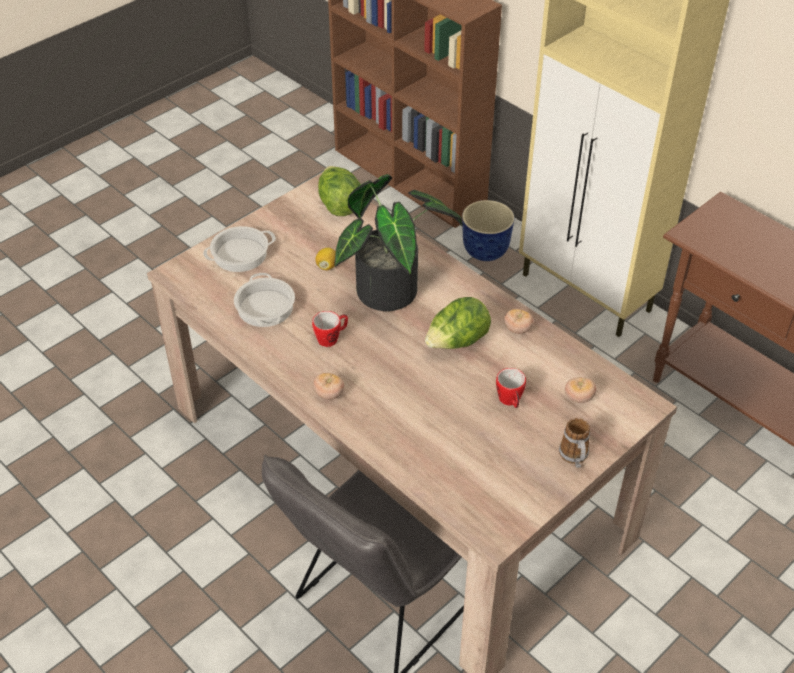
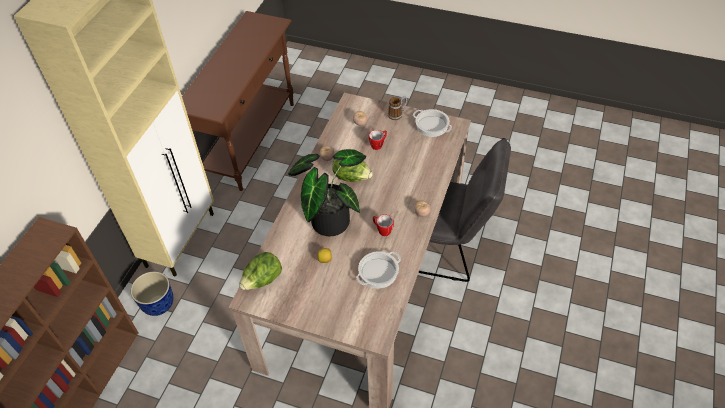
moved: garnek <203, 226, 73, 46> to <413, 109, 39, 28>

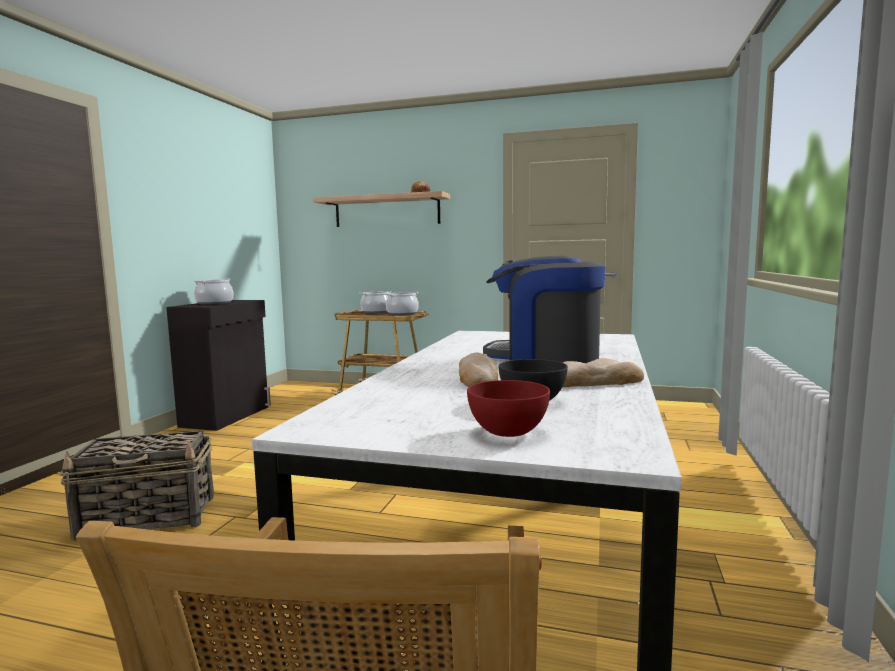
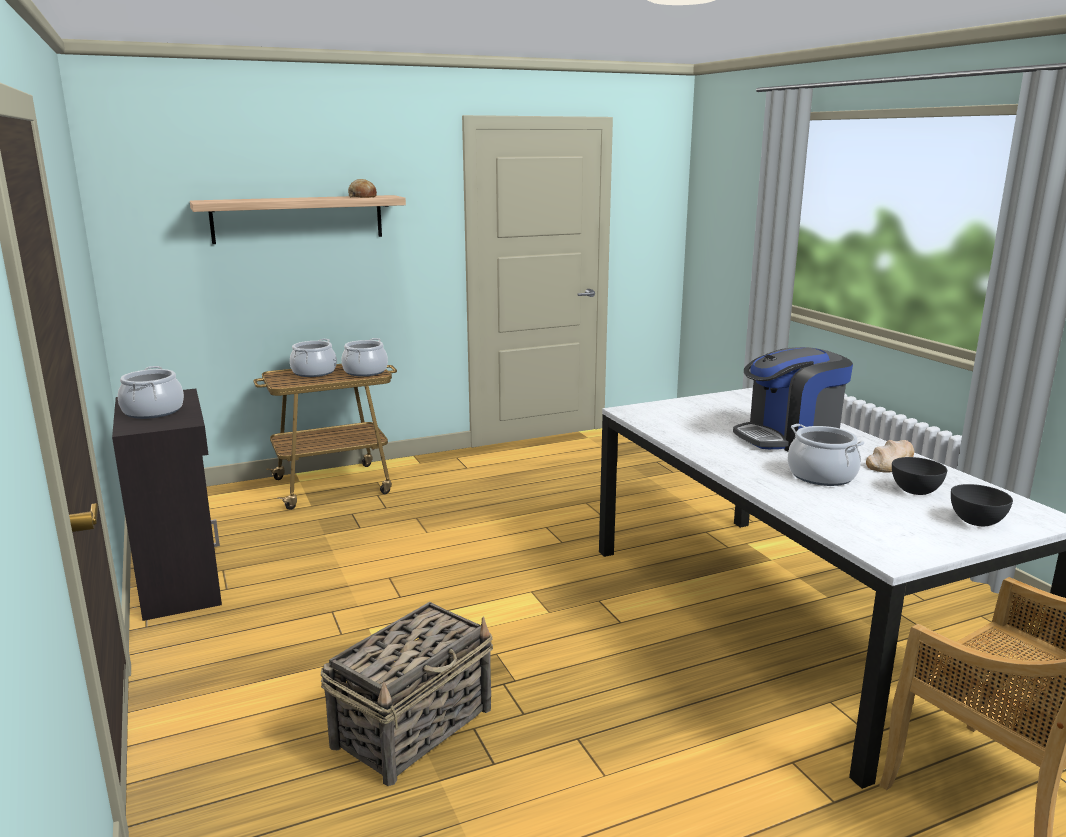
replaced: chleb <459, 352, 39, 35> to garnek <787, 424, 78, 62>
recoloured: miska [czerwony] <467, 380, 83, 57> to miska [szary] <951, 484, 62, 42>

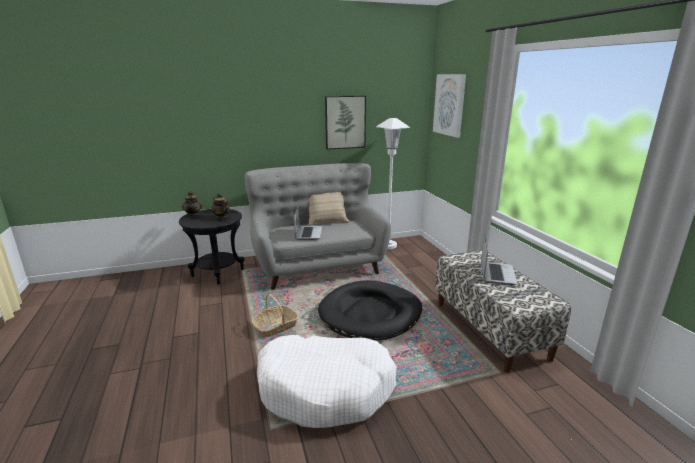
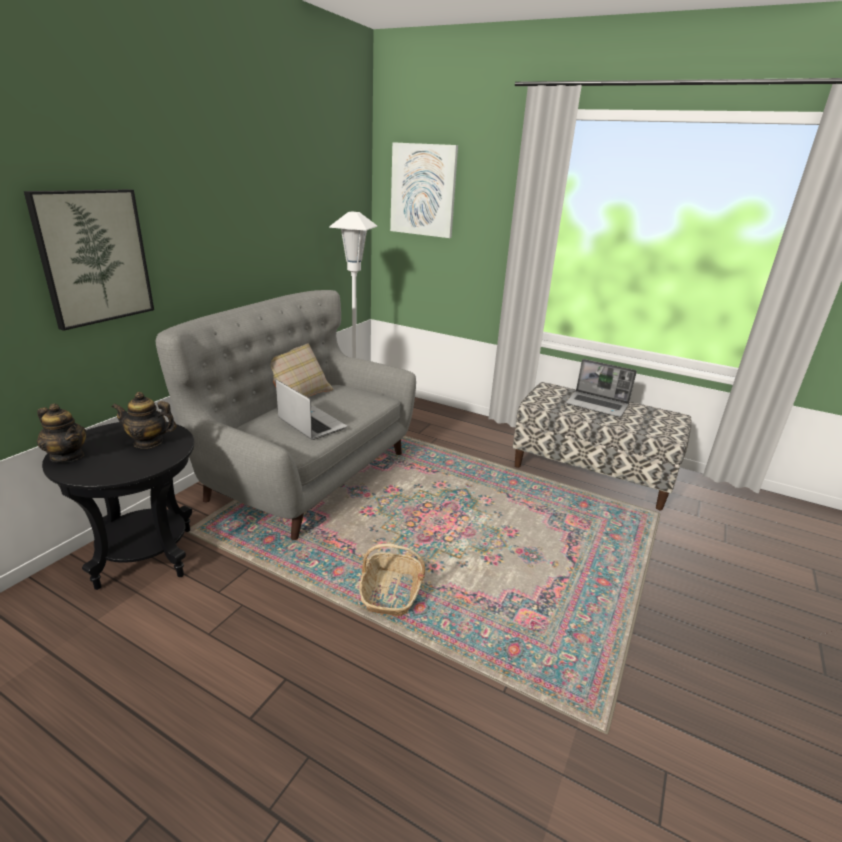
removed: legowisko [czarny] <318, 280, 104, 61>; legowisko [biały] <257, 335, 140, 93>
moved: obraz <325, 96, 41, 54> to <24, 189, 130, 142>
turned: laptop <481, 236, 37, 49> = <566, 359, 71, 58> 150 degrees clockwise

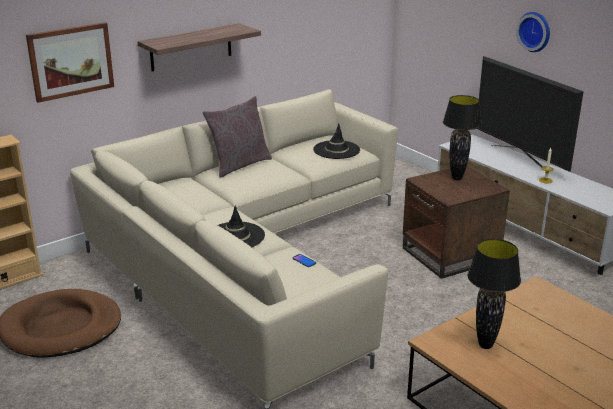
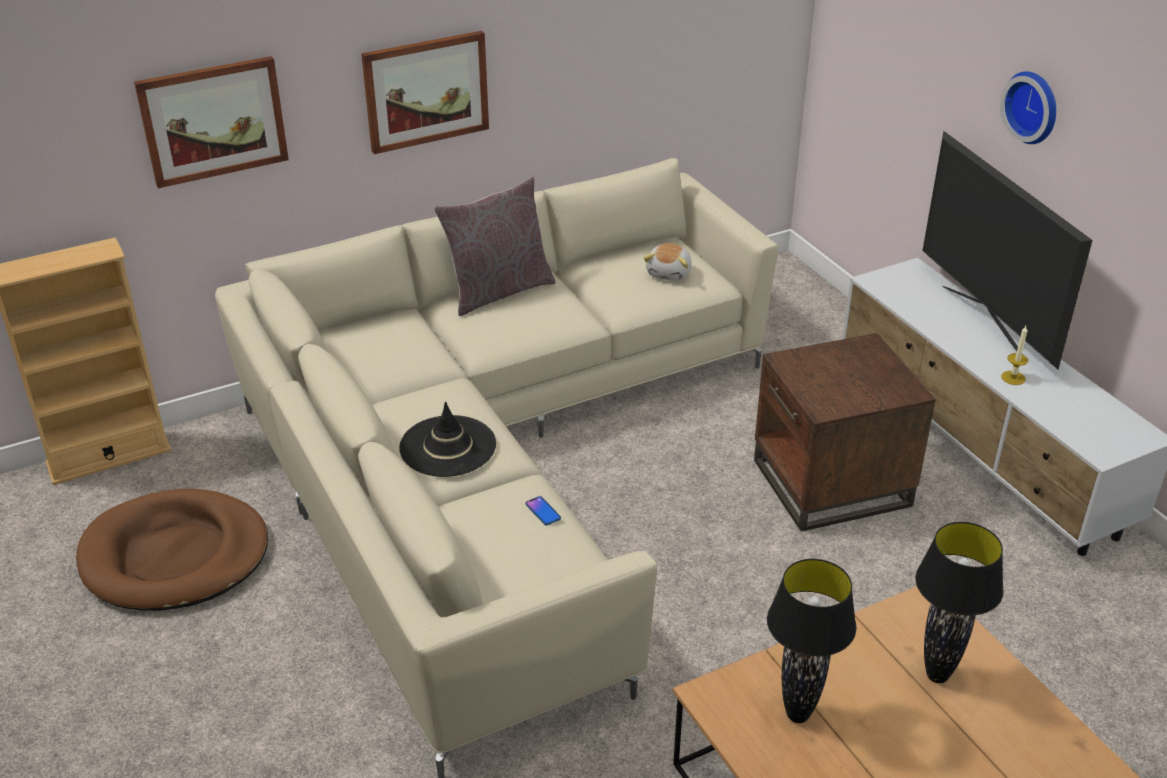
moved: lampa stołowa [czarny] <443, 95, 39, 85> to <915, 522, 89, 161>
replaced: półka <137, 23, 124, 48> to obraz <361, 31, 128, 123>; kapelusz [czarny] <313, 124, 47, 35> to pluszak <644, 243, 48, 38>

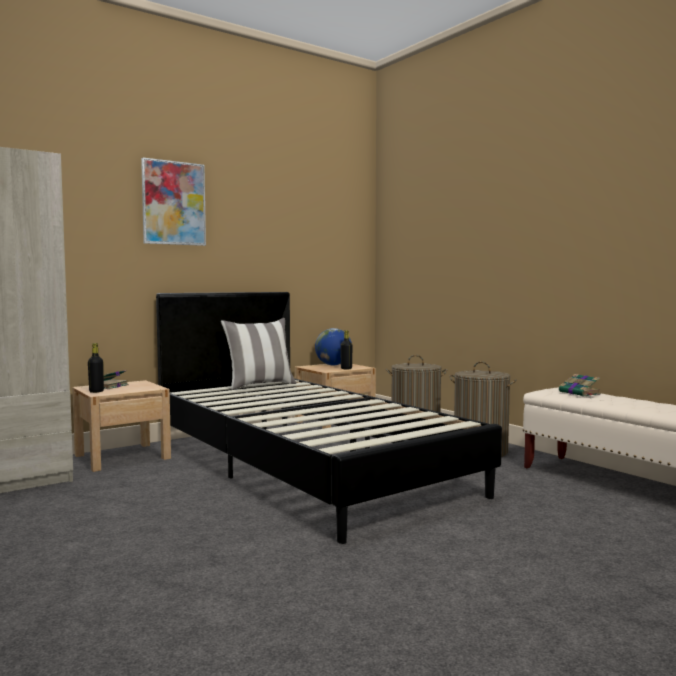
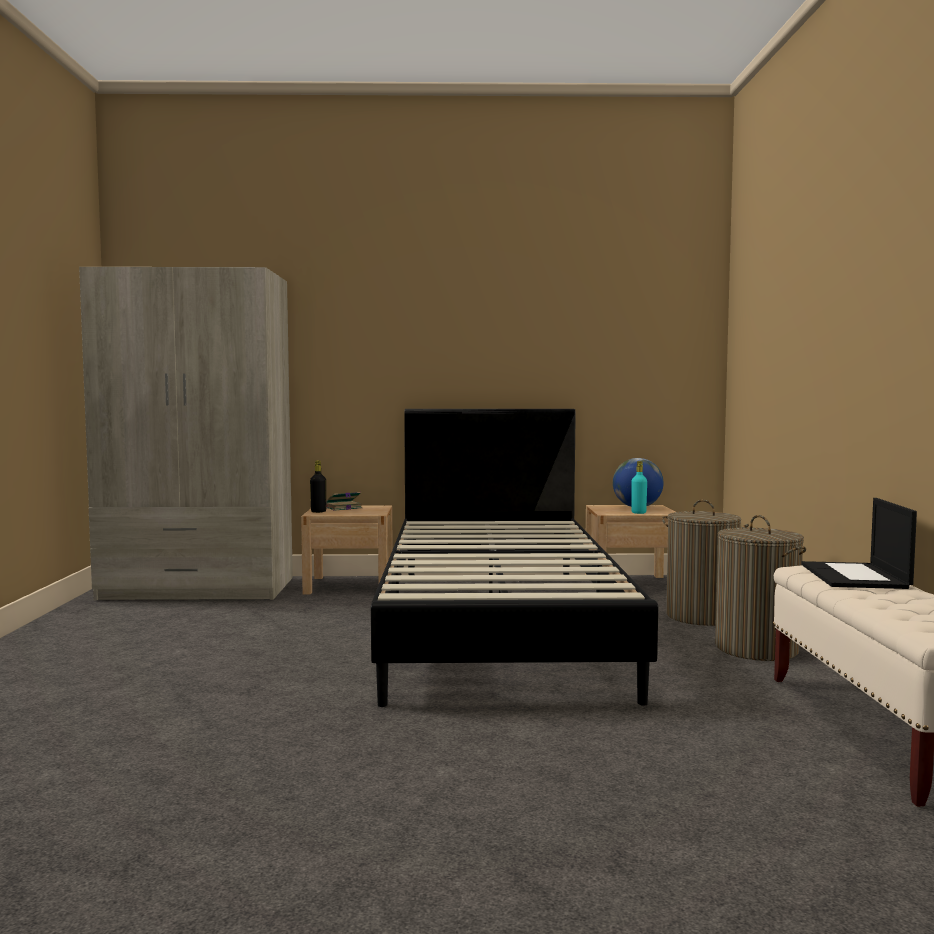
removed: obraz <141, 157, 65, 89>; poduszka <221, 318, 75, 72>
replaced: książka <559, 374, 42, 22> to laptop <801, 498, 116, 91>
recoloured: butelka [czarny] <340, 330, 12, 39> to butelka [turkusowy] <631, 461, 16, 53>

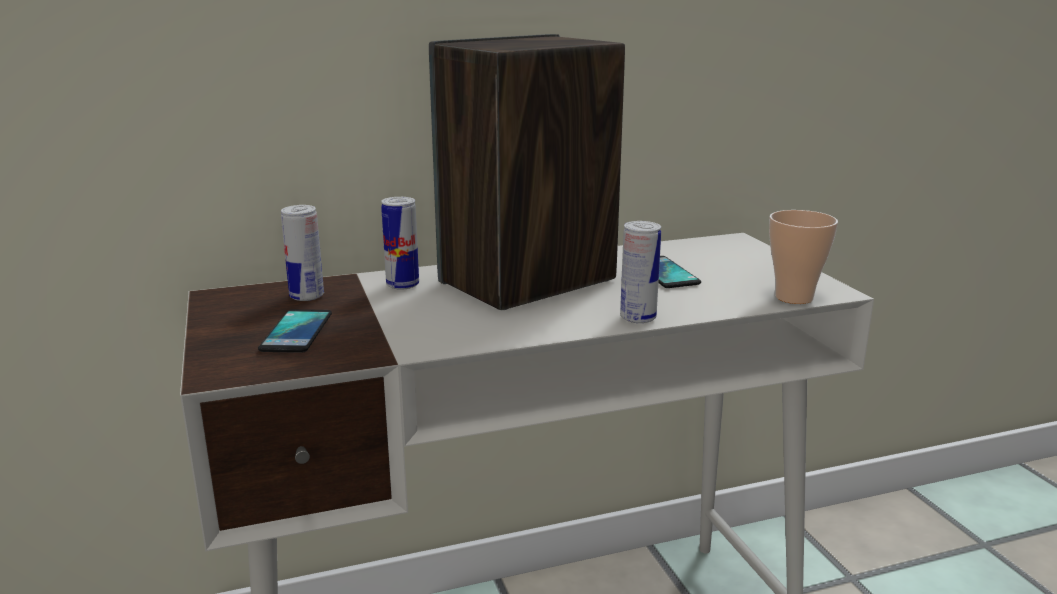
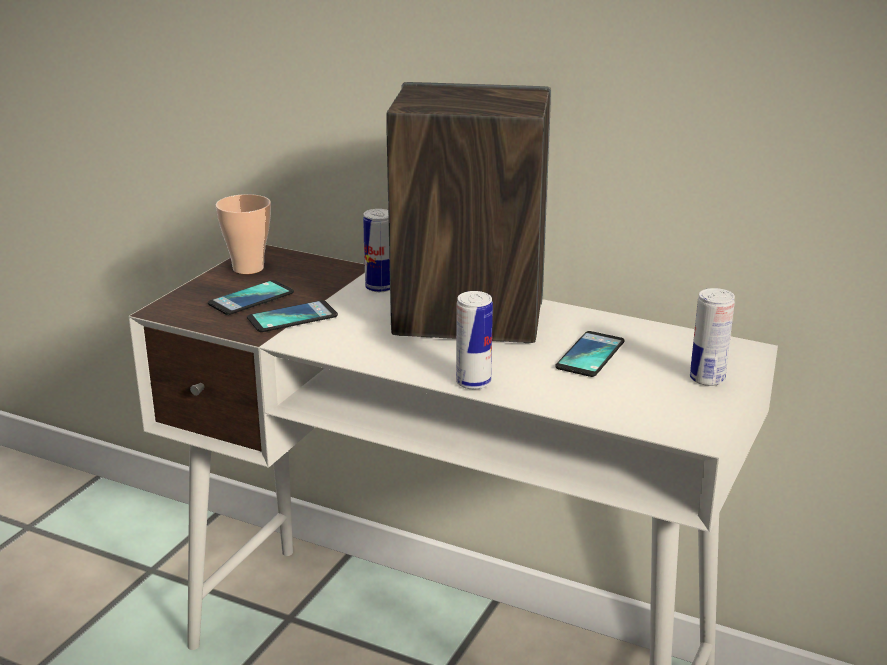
added: telefon <247, 300, 91, 32>
moved: puszka <281, 205, 43, 96> to <690, 288, 45, 98>; filiżanka <769, 210, 69, 94> to <216, 194, 55, 80>

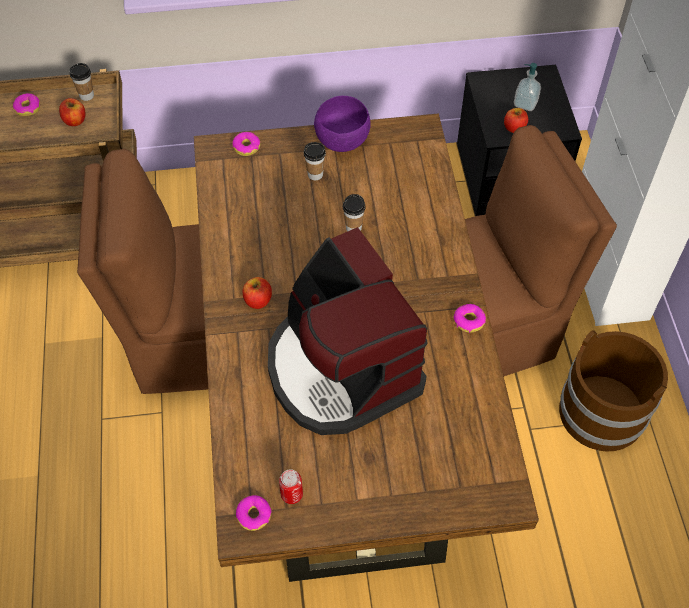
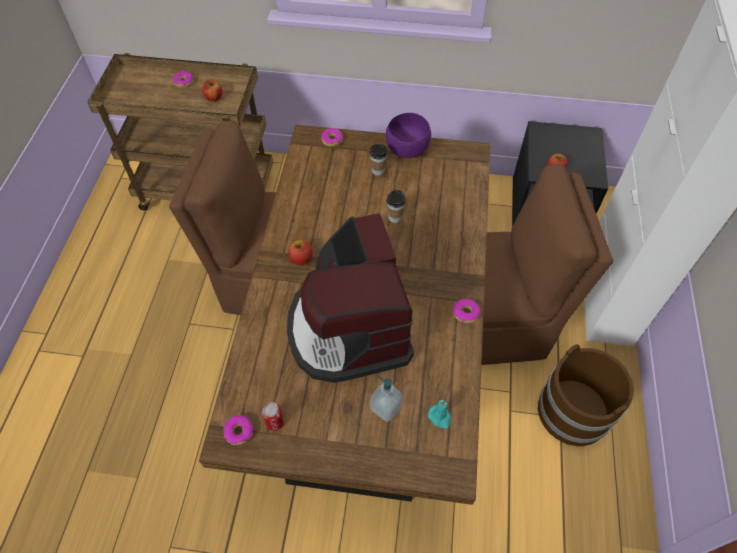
removed: filiżanka <70, 63, 24, 38>
added: świeca [turkusowy] <428, 400, 23, 29>
moved: dozownik mydła <514, 63, 27, 48> to <370, 377, 33, 45>

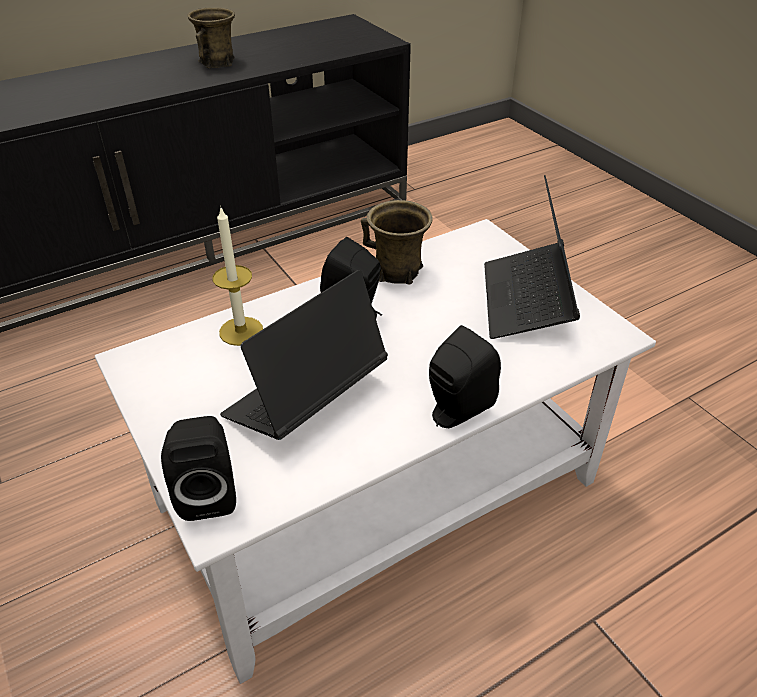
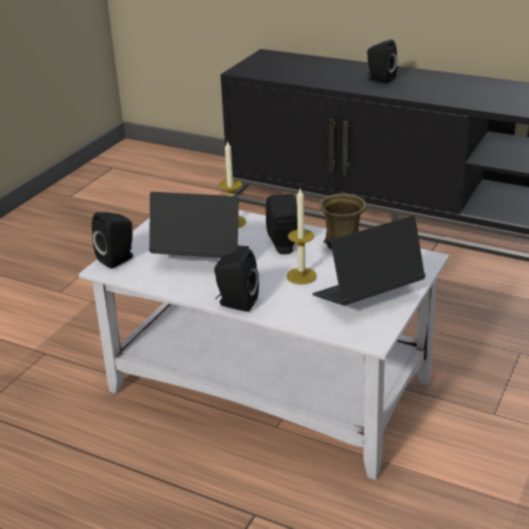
removed: kubek [brązowy] <187, 7, 48, 61>
added: głośnik [czarny] <366, 40, 32, 44>; świeca <287, 189, 30, 96>

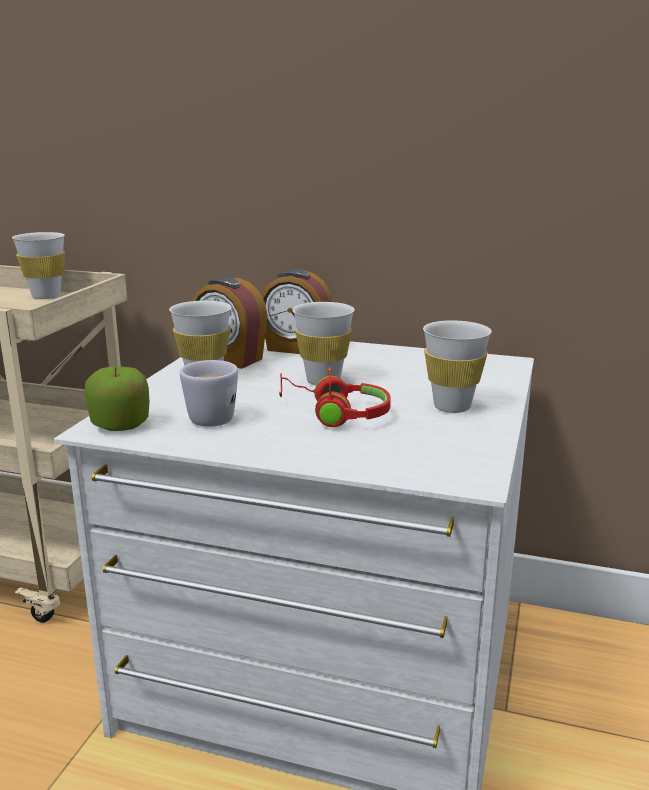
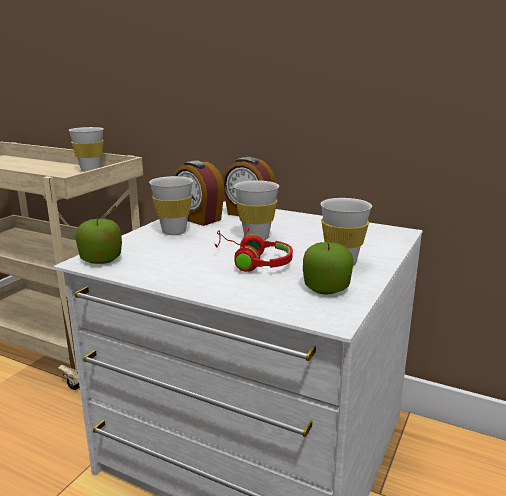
removed: kubek [biały] <180, 360, 58, 67>
added: jabłko <303, 242, 51, 53>

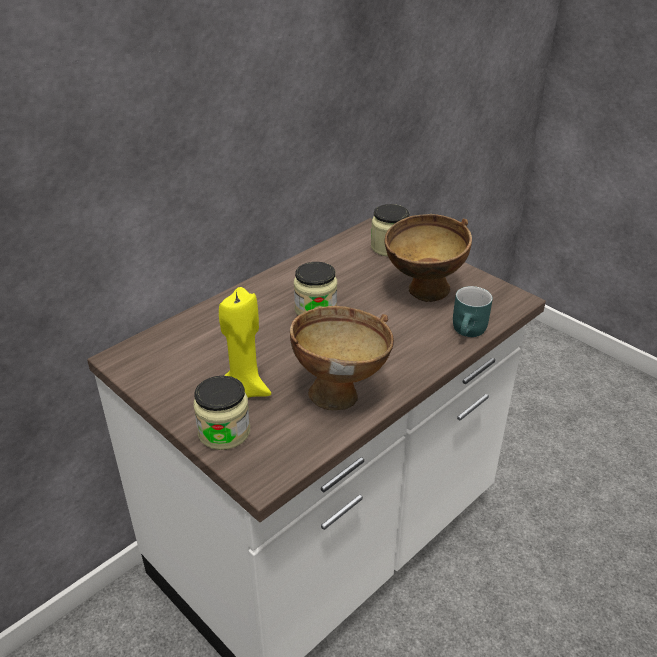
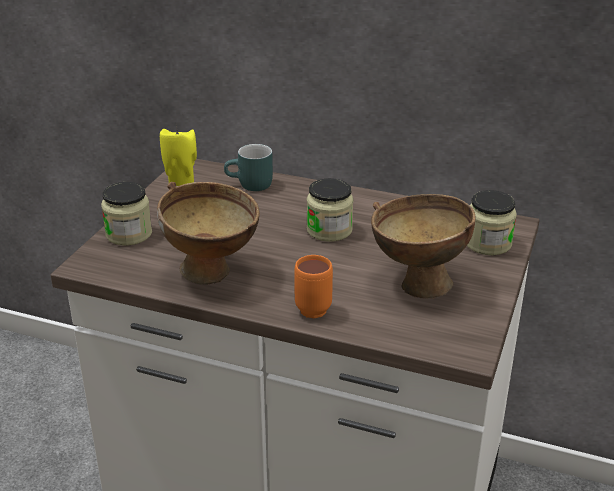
added: kubek [pomarańczowy] <294, 255, 39, 63>
moved: kubek [turkusowy] <453, 286, 40, 51> to <224, 144, 49, 47>

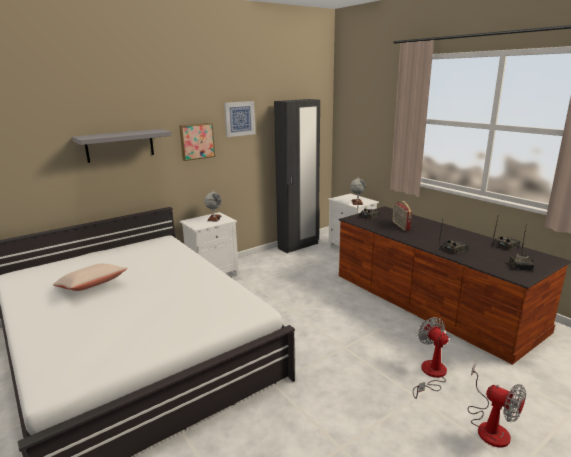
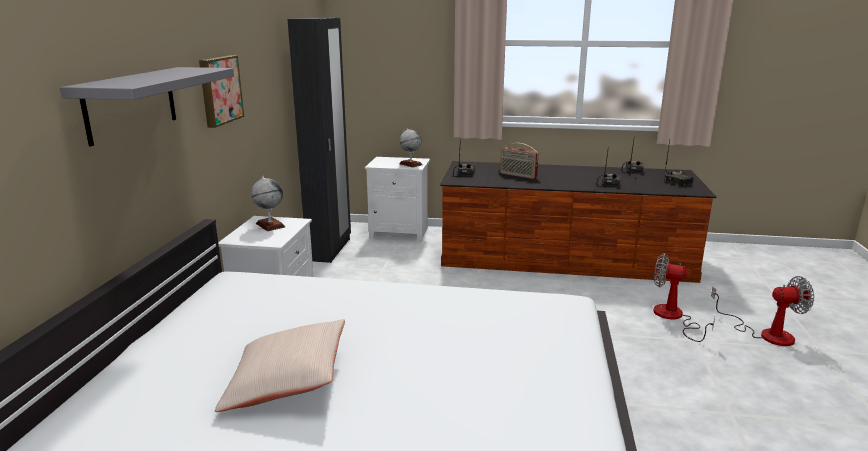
removed: obraz <224, 101, 31, 36>

